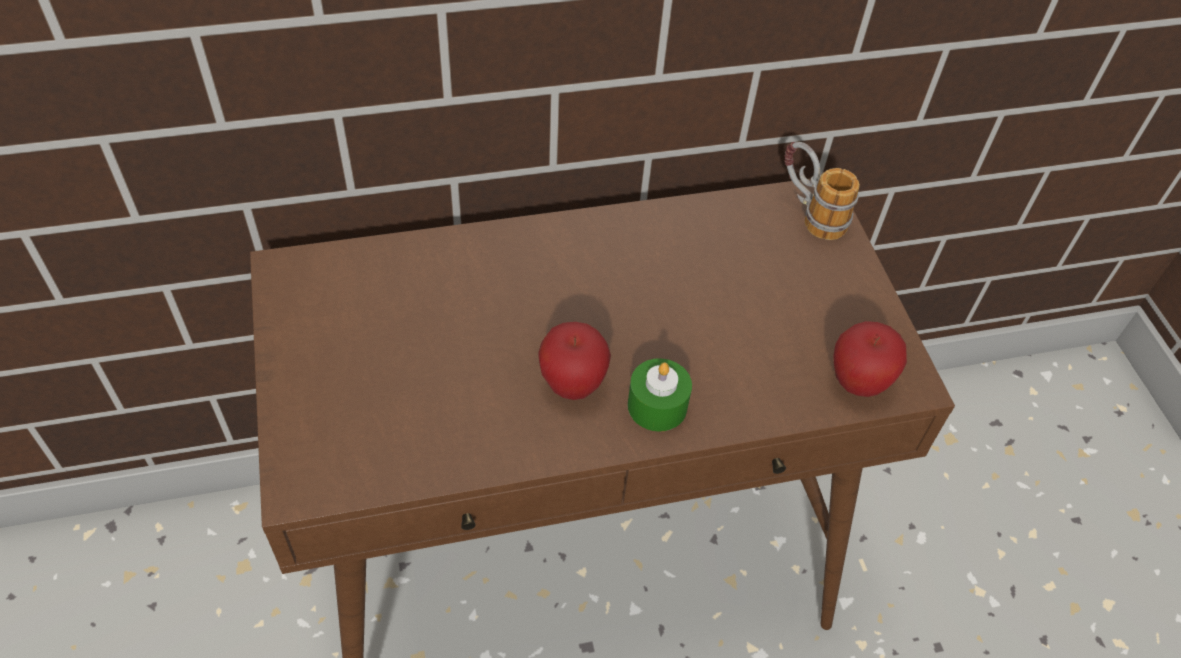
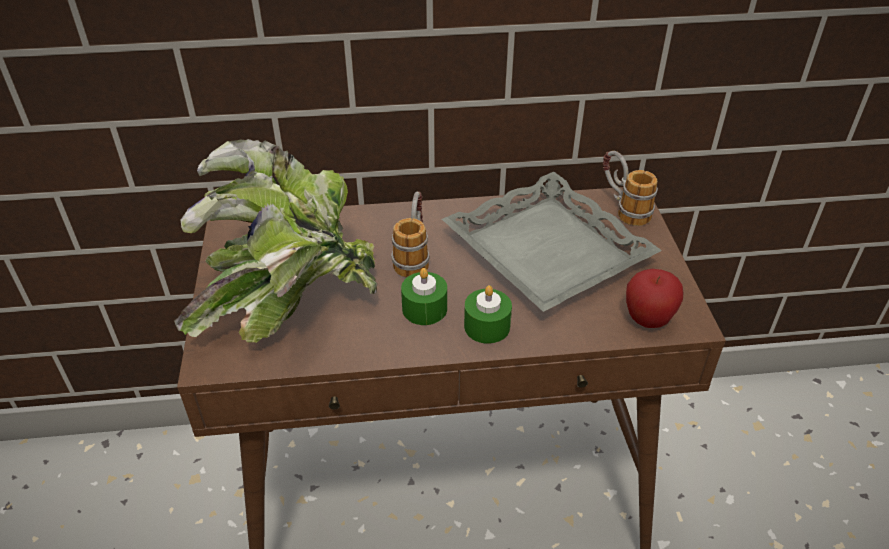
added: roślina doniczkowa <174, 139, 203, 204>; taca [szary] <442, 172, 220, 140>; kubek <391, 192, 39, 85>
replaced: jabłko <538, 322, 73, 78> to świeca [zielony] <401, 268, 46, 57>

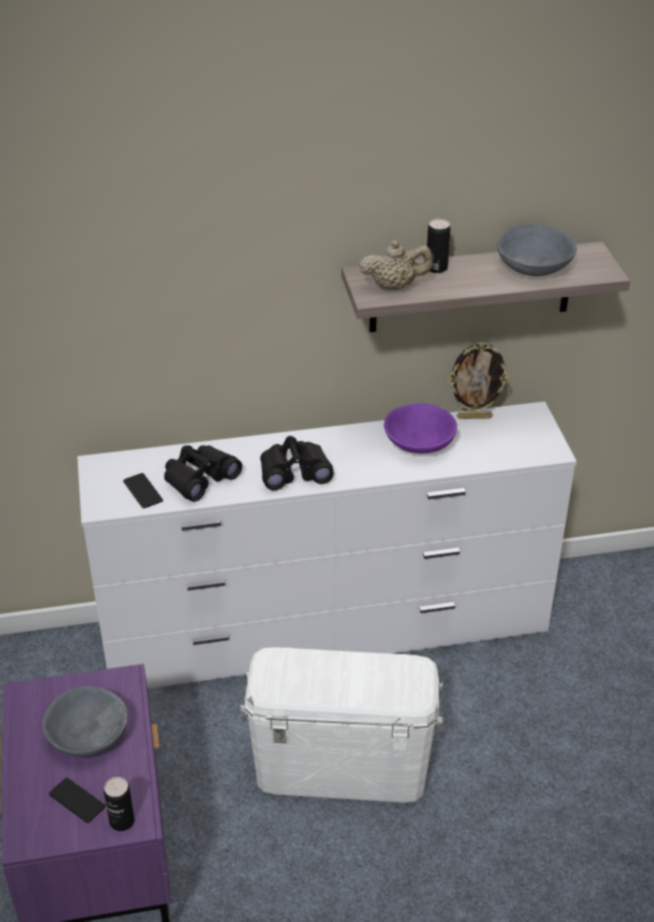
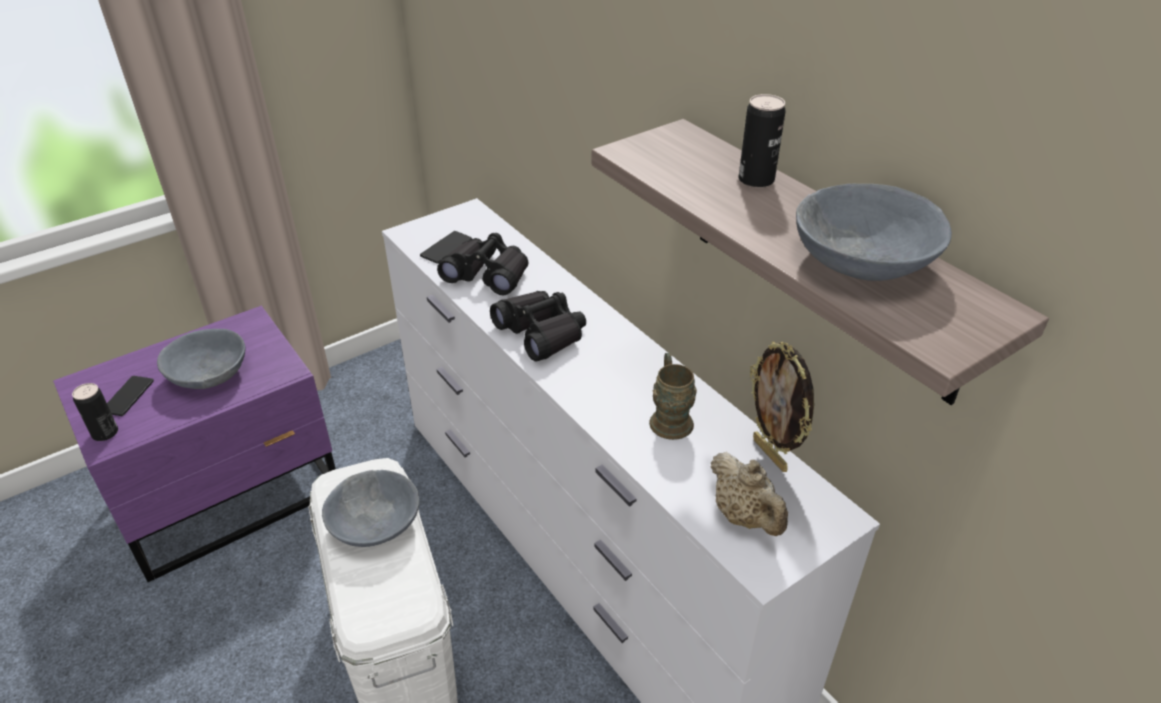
added: miska [szary] <322, 470, 98, 77>
moved: imbryk [beżowy] <359, 240, 74, 50> to <711, 452, 77, 84>
replaced: miska [fioletowy] <384, 403, 73, 50> to kubek [brązowy] <649, 353, 48, 87>

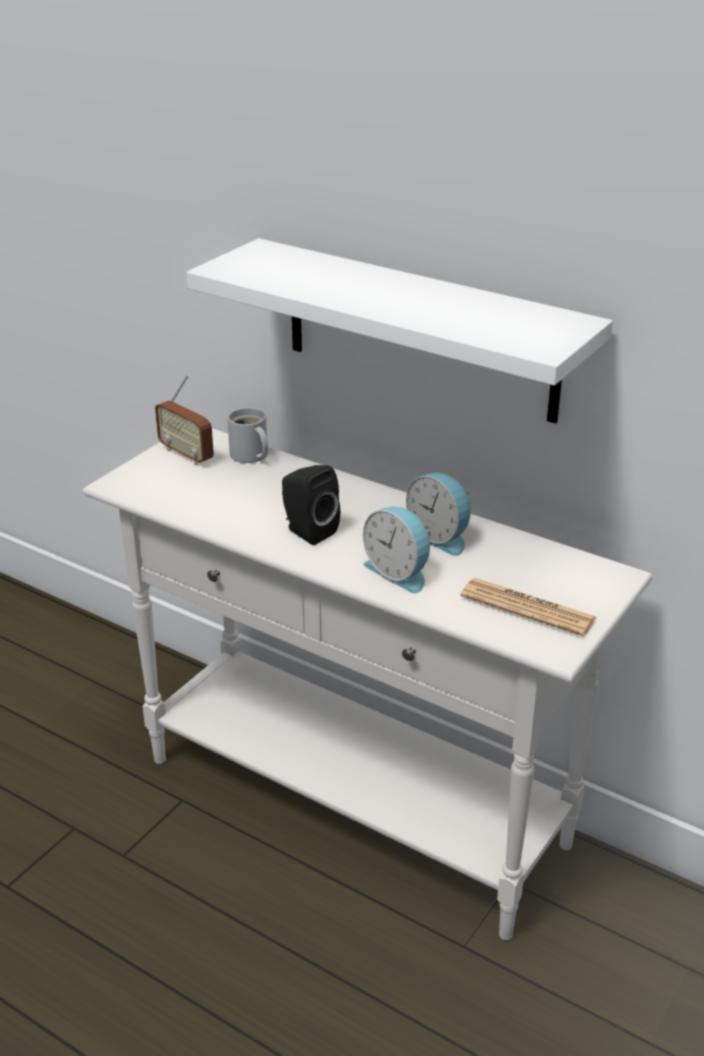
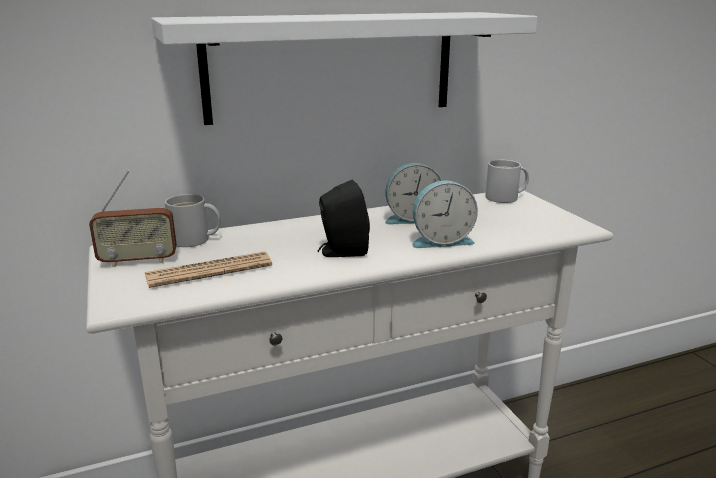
added: kubek [biały] <485, 160, 44, 43>
moved: gazeta <460, 578, 137, 59> to <145, 252, 127, 36>

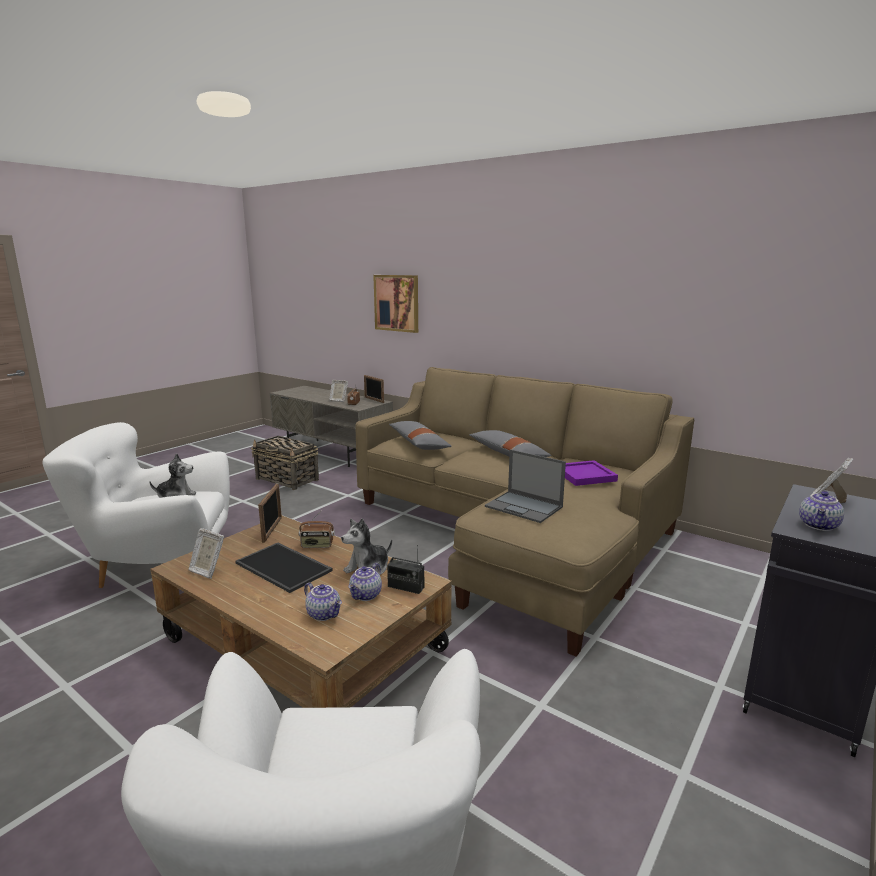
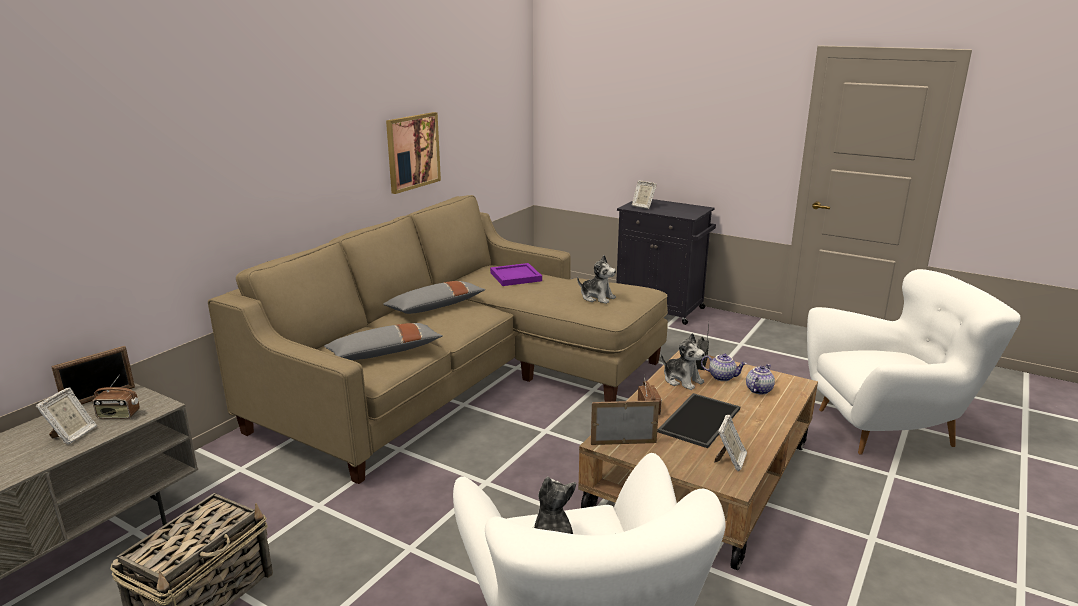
removed: imbryk <799, 490, 45, 41>
moved: obraz <373, 275, 45, 58> to <386, 112, 55, 82>
replaced: laptop <485, 449, 81, 74> to pluszak <577, 255, 39, 49>

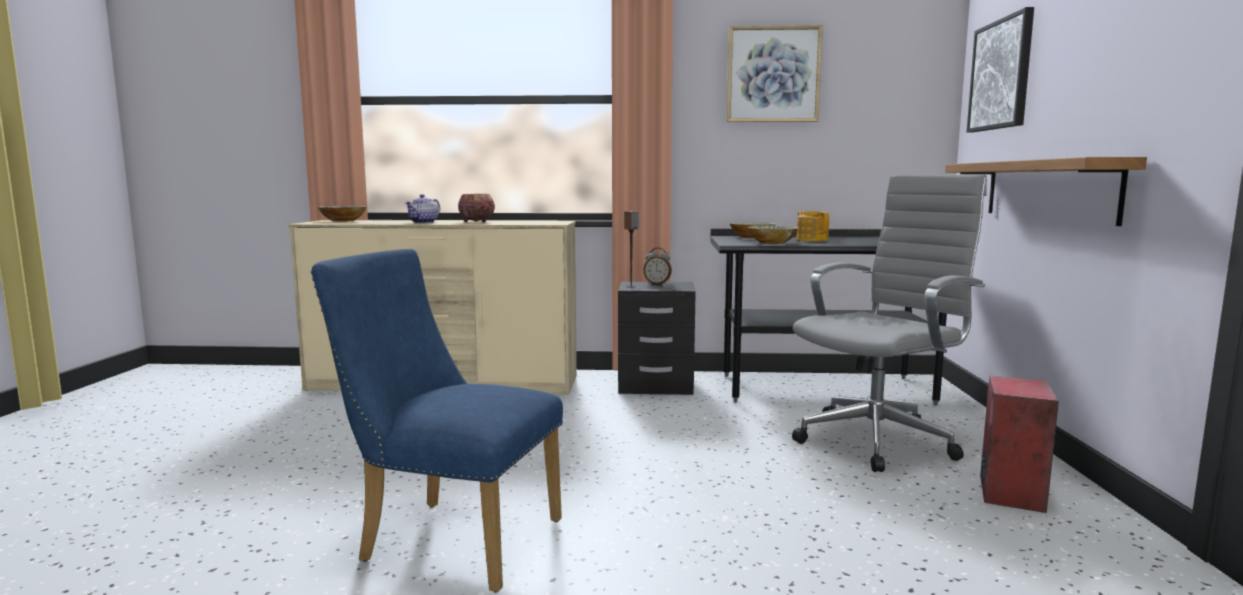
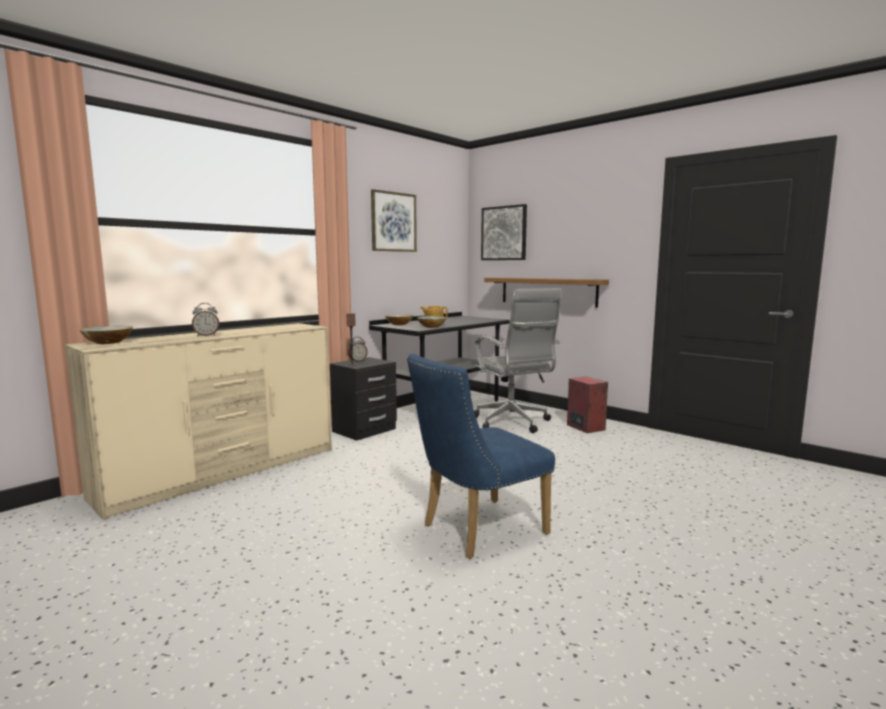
removed: miska <458, 194, 37, 28>
replaced: imbryk <405, 194, 35, 29> to budzik <192, 303, 27, 33>
turned: krzesło biurowe [szary] <792, 175, 195, 297> = <471, 288, 91, 145> 150 degrees clockwise

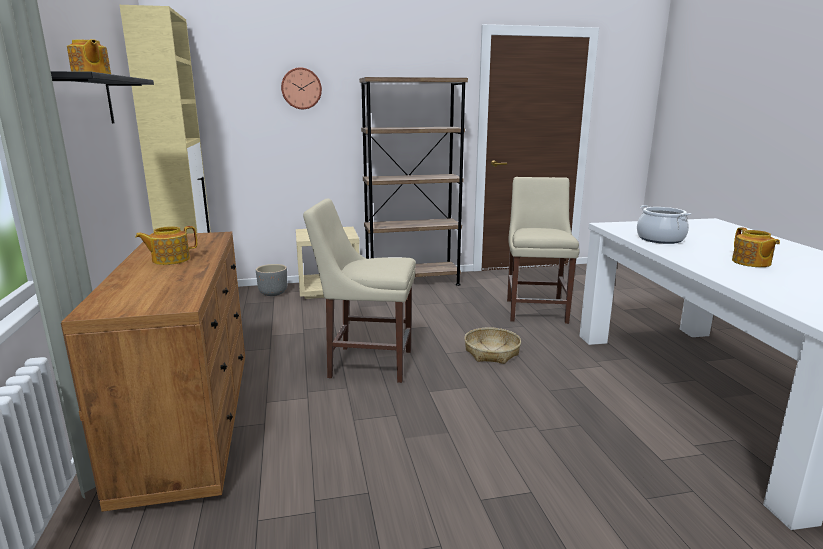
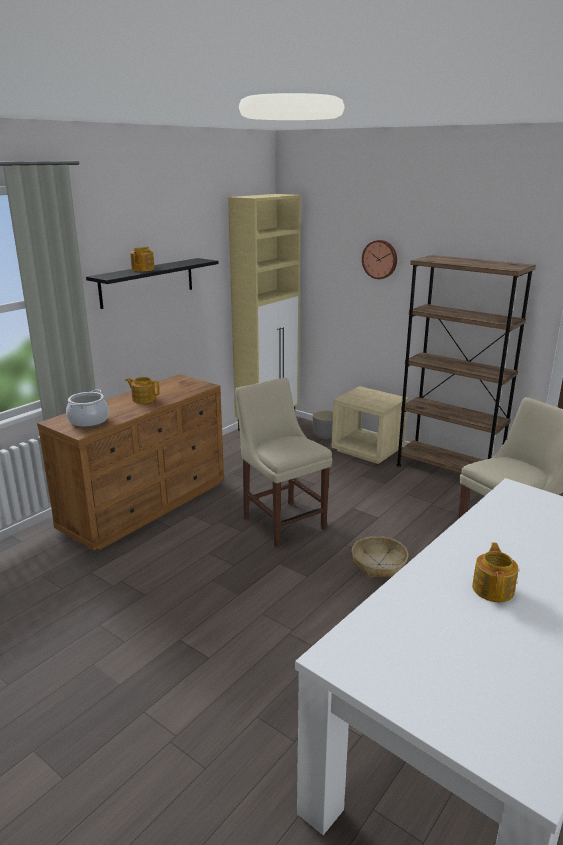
moved: garnek <637, 205, 54, 39> to <66, 389, 43, 39>
turned: imbryk <732, 228, 48, 39> = <472, 542, 47, 60> 150 degrees clockwise

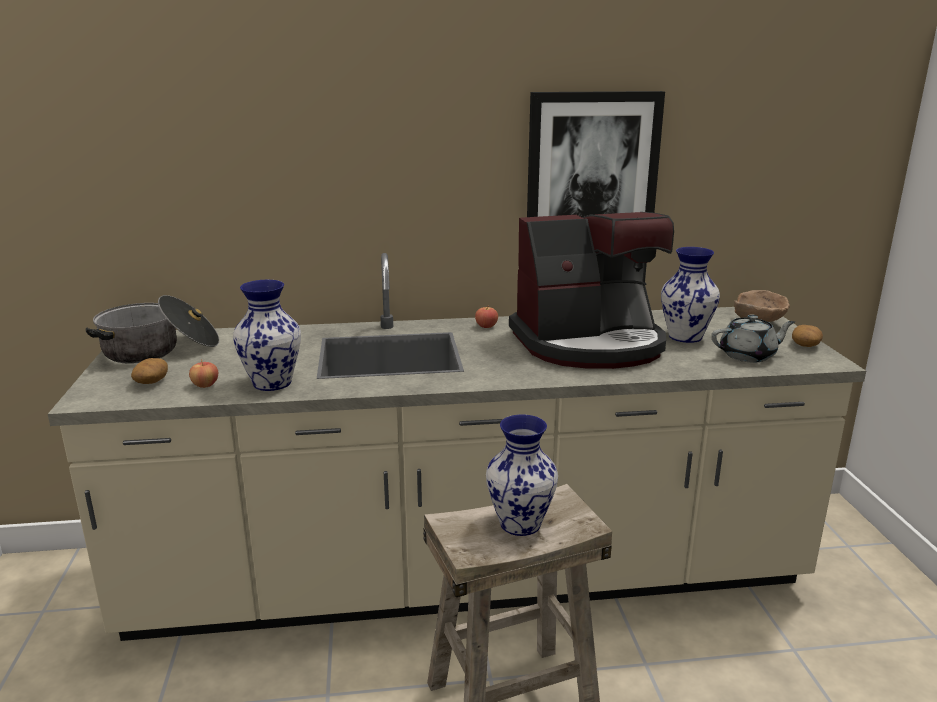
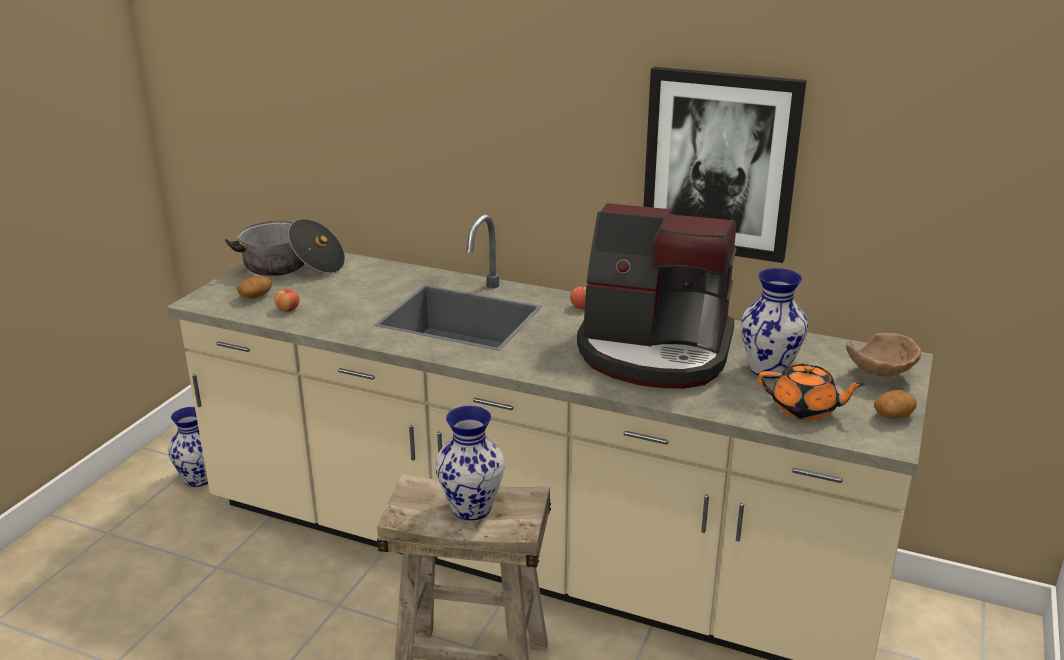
moved: wazon <233, 280, 68, 111> to <168, 407, 40, 80>
recoloured: imbryk [szary] <711, 315, 84, 48> to imbryk [pomarańczowy] <758, 364, 108, 56>

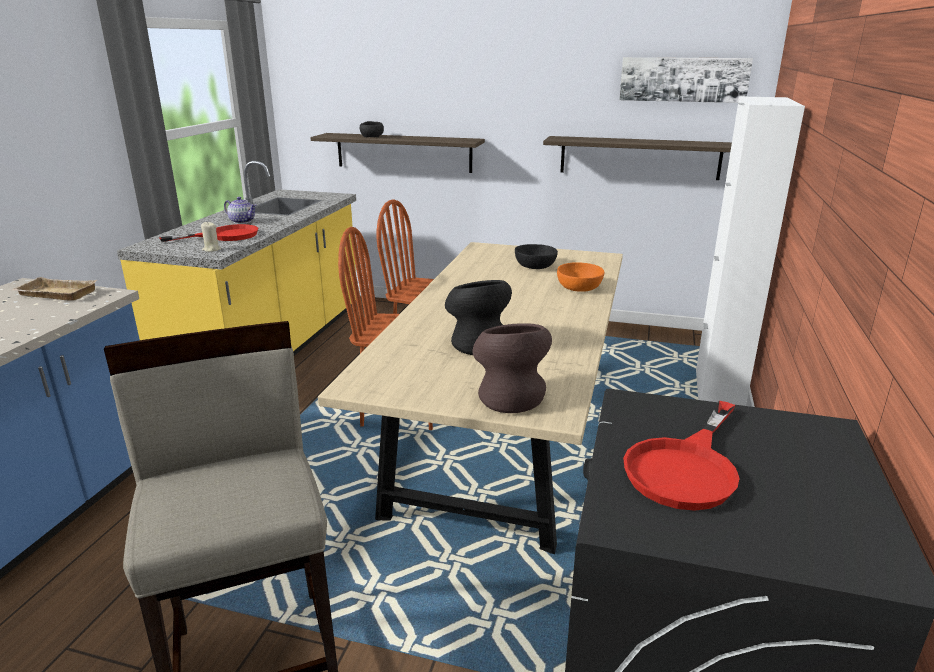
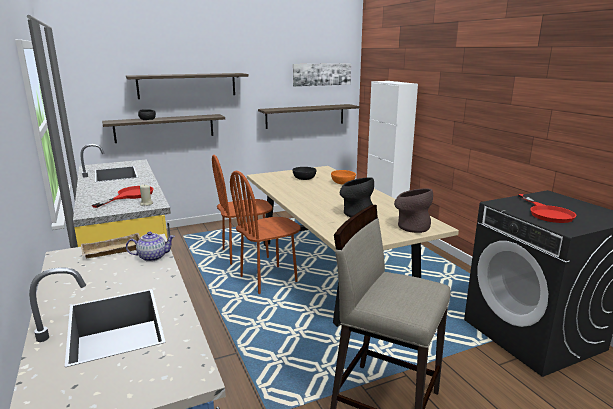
added: półka <126, 73, 122, 26>
moved: imbryk <224, 197, 32, 27> to <126, 232, 49, 30>

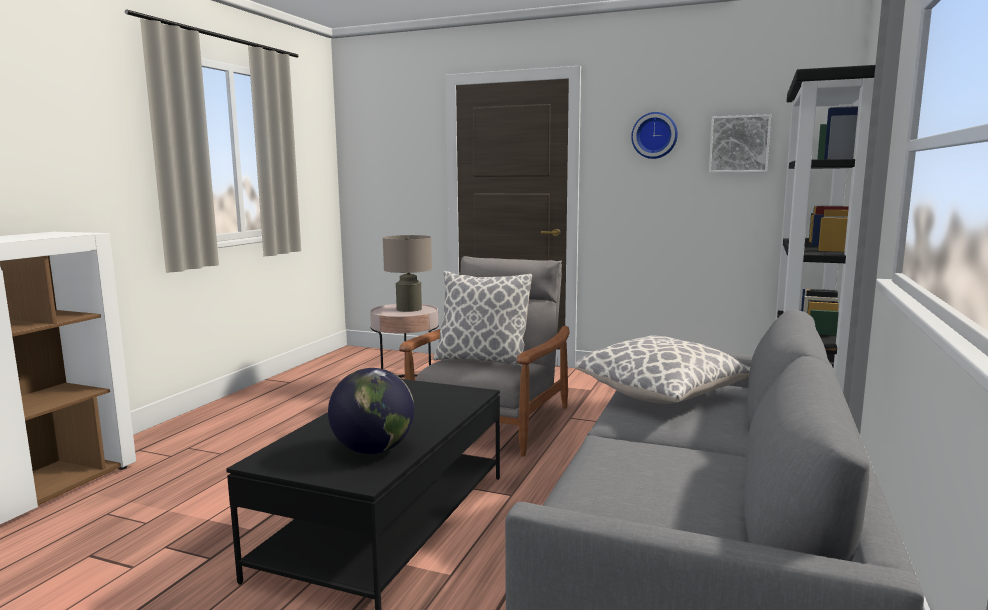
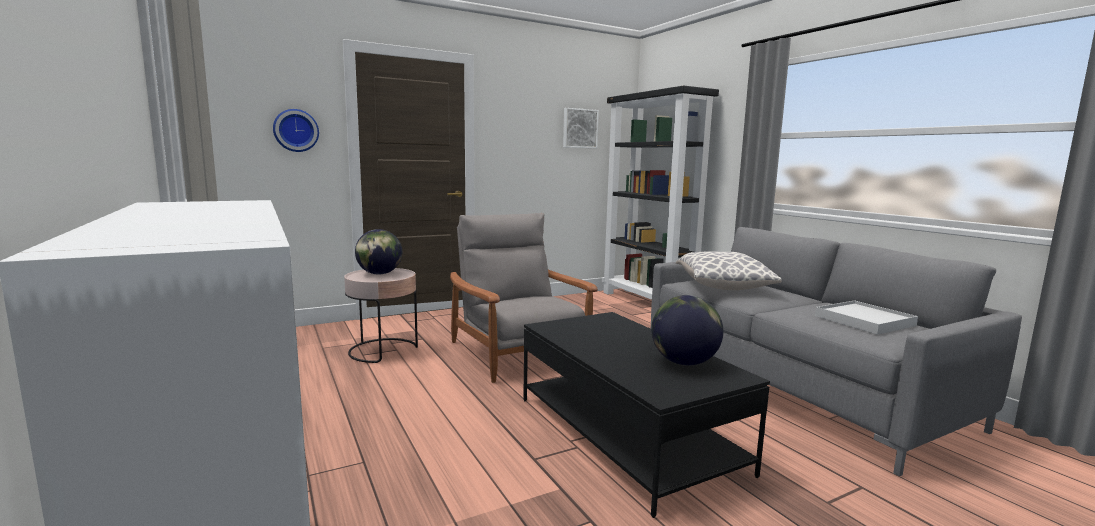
removed: poduszka <433, 271, 99, 96>
added: taca [biały] <815, 301, 103, 34>
moved: zegar ścienny <631, 112, 47, 47> to <273, 109, 46, 43>
replaced: lampa stołowa [beżowy] <383, 235, 49, 77> to globus <355, 229, 47, 46>

